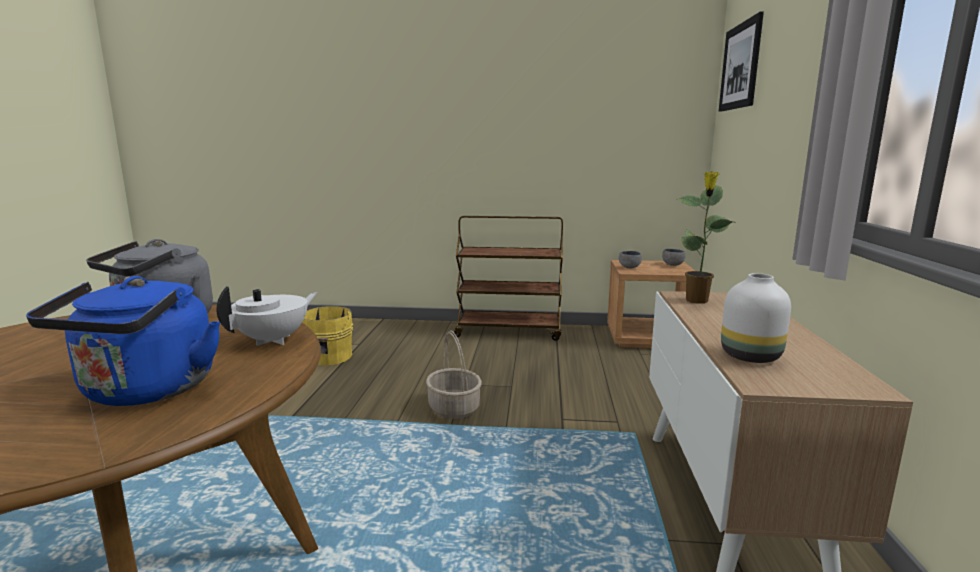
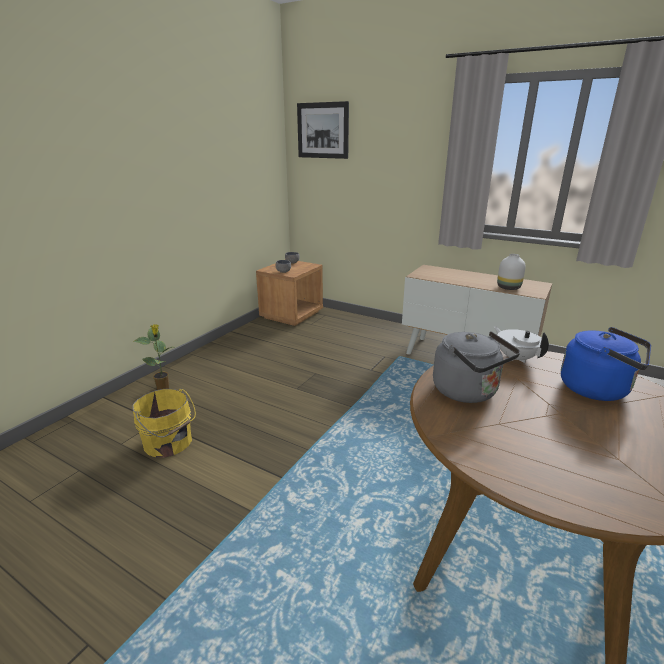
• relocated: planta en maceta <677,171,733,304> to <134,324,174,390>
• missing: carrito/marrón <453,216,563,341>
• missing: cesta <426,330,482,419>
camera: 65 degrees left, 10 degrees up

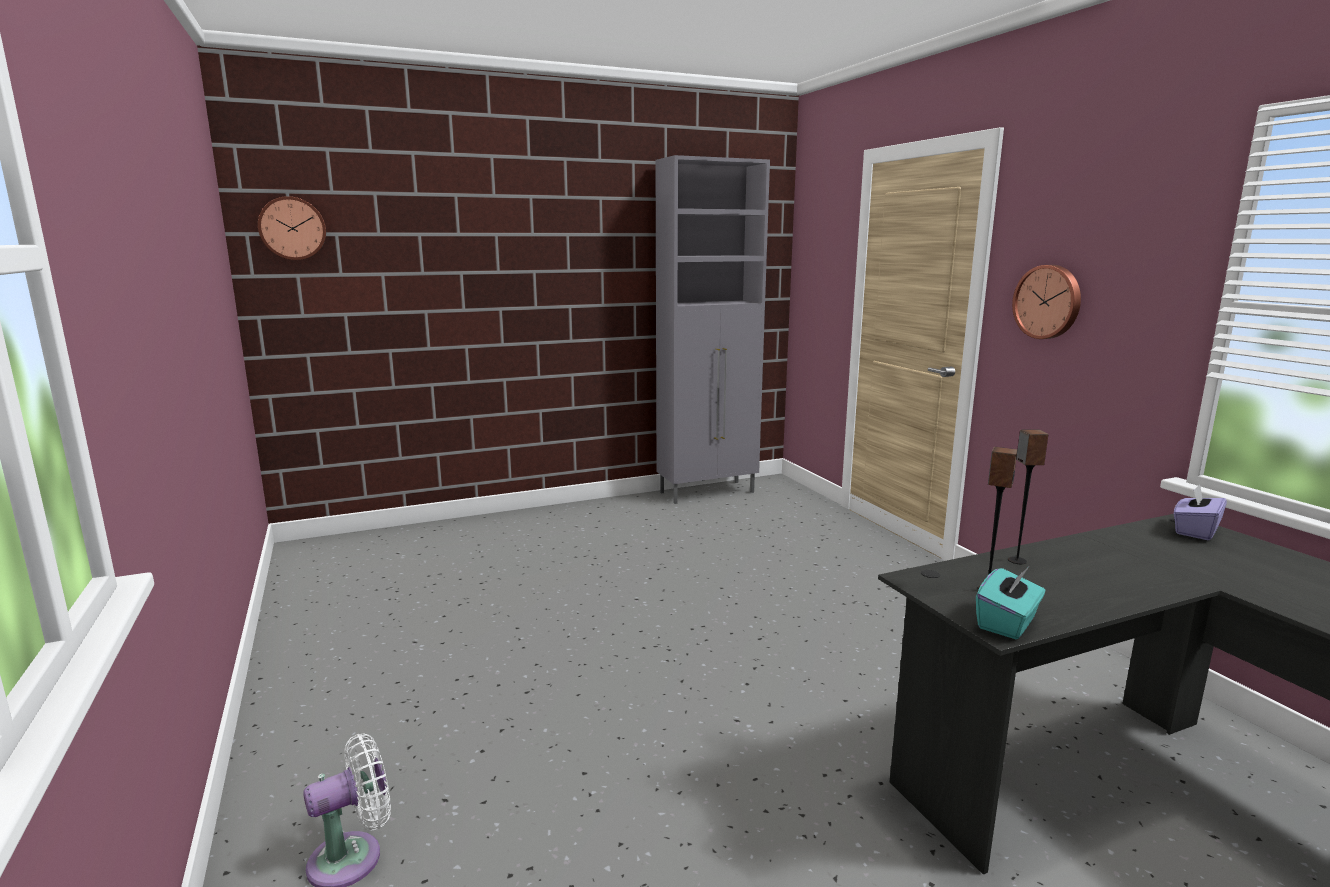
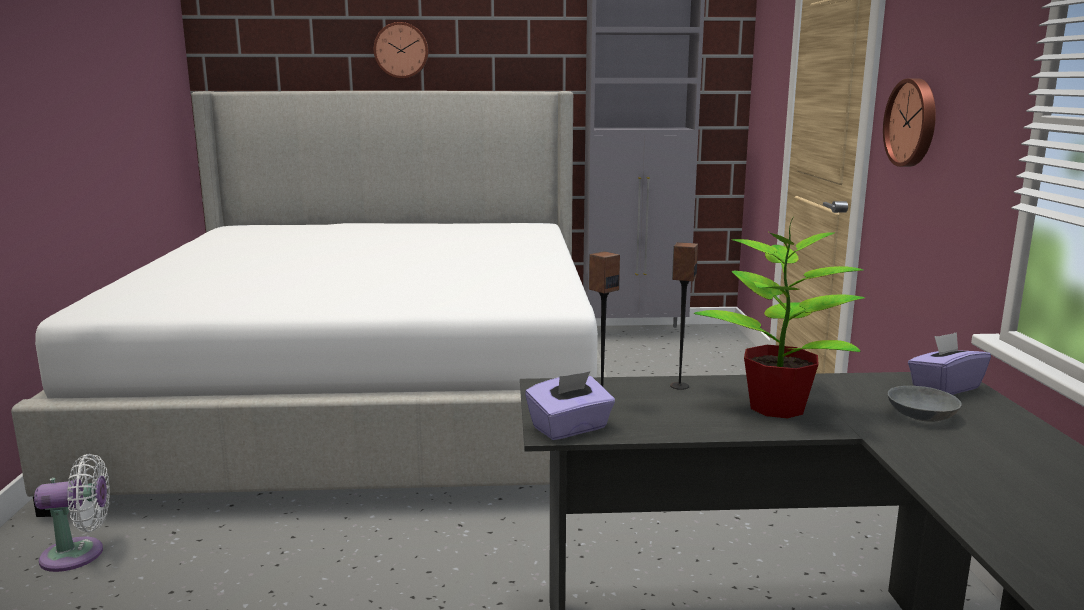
• relocated: reloj de pared <258,196,326,260> to <374,22,429,79>
• colour: caja de pañuelos/turquesa <976,567,1045,639> to caja de pañuelos/morado <525,371,615,440>
• appeared: cama <11,91,608,517>
• appeared: planta en maceta <694,218,865,418>
• appeared: cuenco/gris <888,386,962,422>
camera: 20 degrees right, 0 degrees up

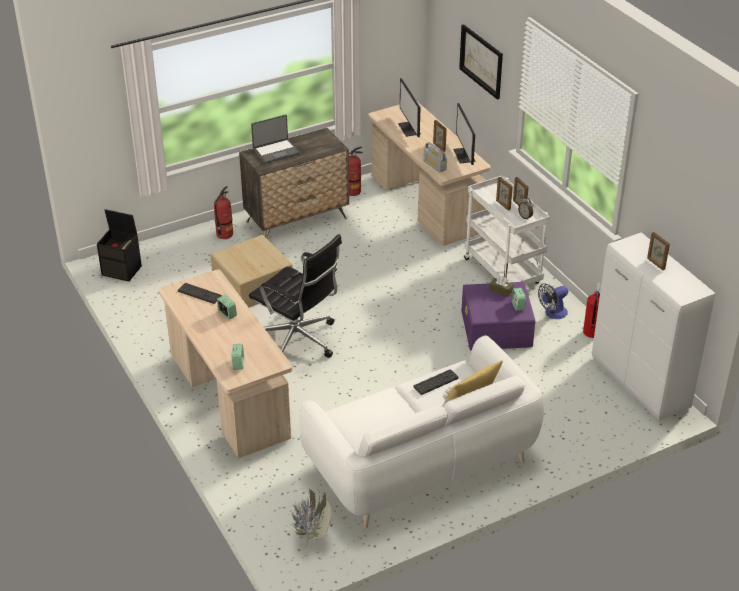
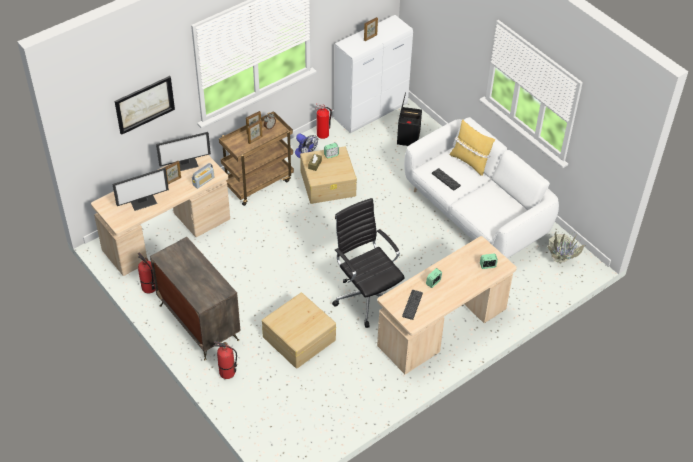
• missing: portátil <251,114,300,164>
• colour: carrito/blanco <464,175,550,285> to carrito/marrón <219,111,294,206>
• relocated: caja de almacenaje/negro <97,209,142,282> to <397,92,422,146>
• spun: silla de oficina/negro <249,234,342,358> = <332,198,405,328> 60 degrees counterclockwise
• colour: caja de almacenaje/morado <462,282,536,350> to caja de almacenaje/beis <300,147,357,204>
camera: 100 degrees left, 10 degrees up

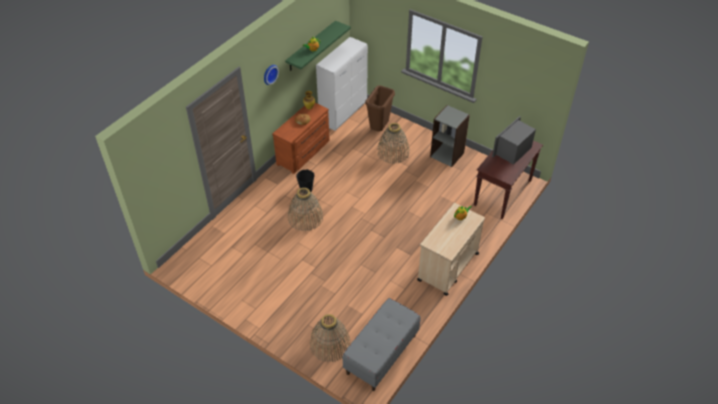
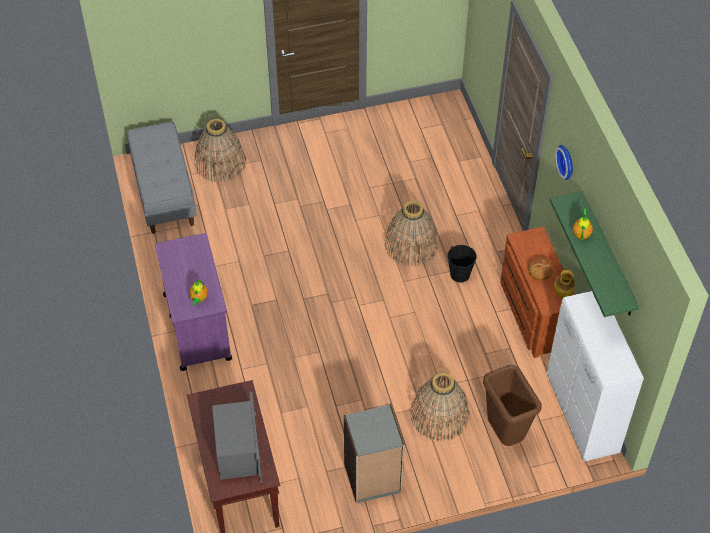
• colour: carrito/beis <417,203,485,296> to carrito/morado <155,233,232,371>
camera: 130 degrees right, 5 degrees up

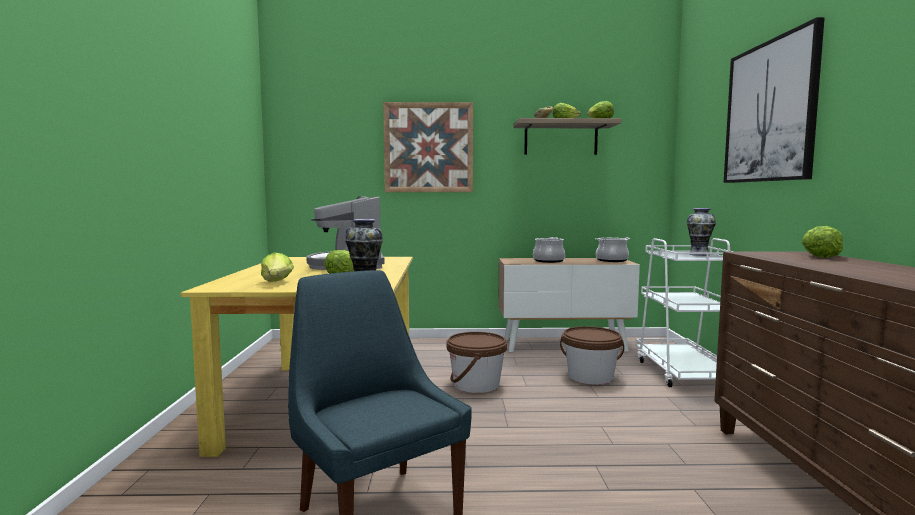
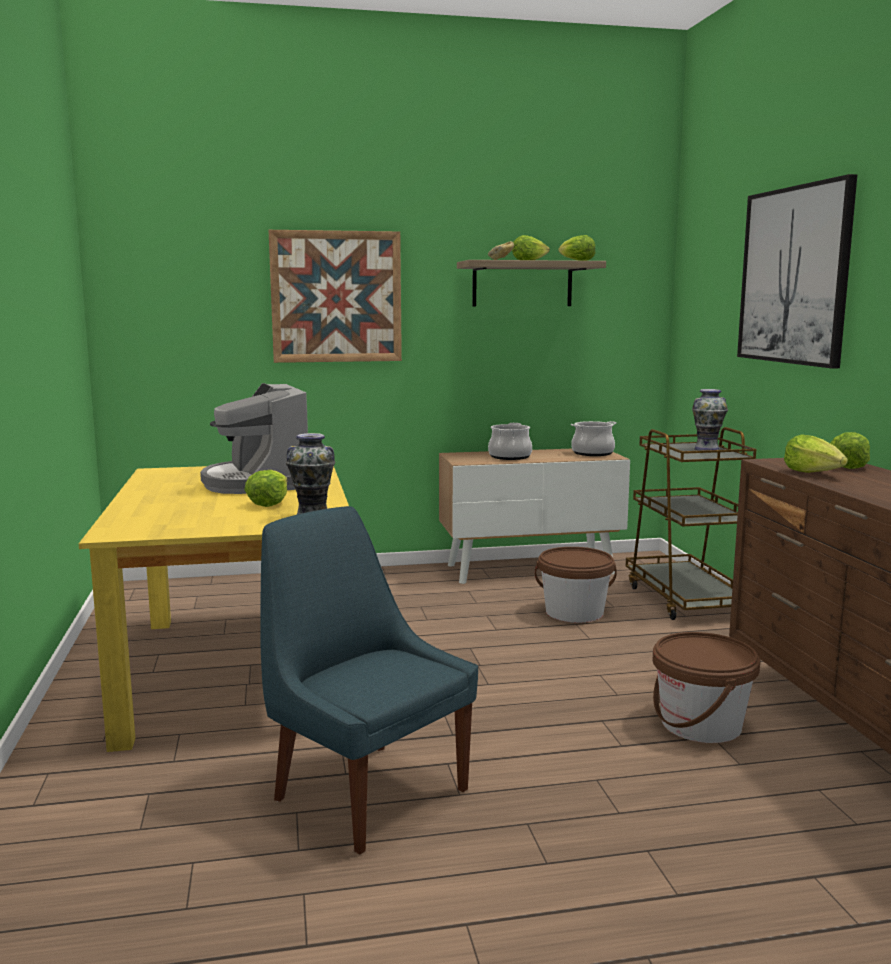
• colour: carrito/blanco <636,238,735,387> to carrito/marrón <626,427,756,620>
• relocated: lechuga <261,252,294,282> to <784,434,848,473>
• relocated: cubo/marrón <447,332,507,393> to <652,632,760,743>
camera: 10 degrees left, 5 degrees up

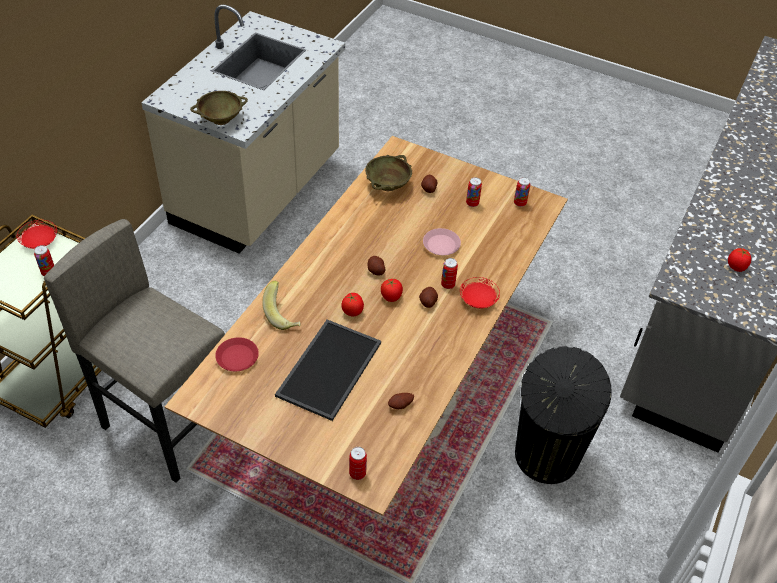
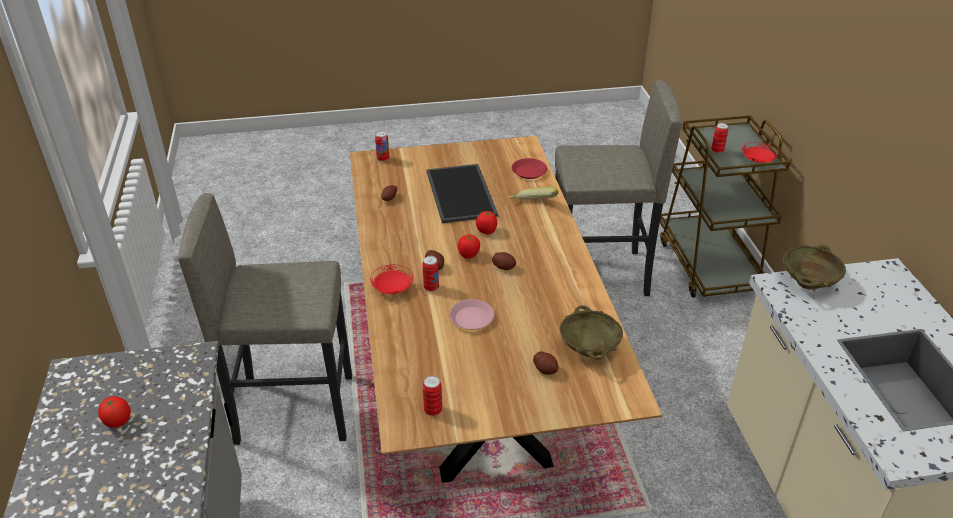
• missing: lata <466,177,482,207>
• exchanged: papelera/negro <515,346,612,484> to taburete/gris <178,193,352,445>
camera: 145 degrees right, 10 degrees down

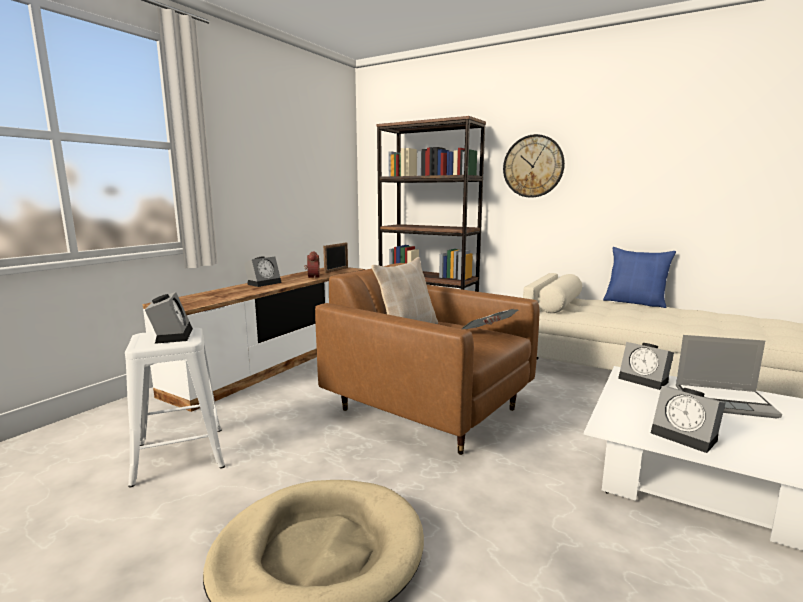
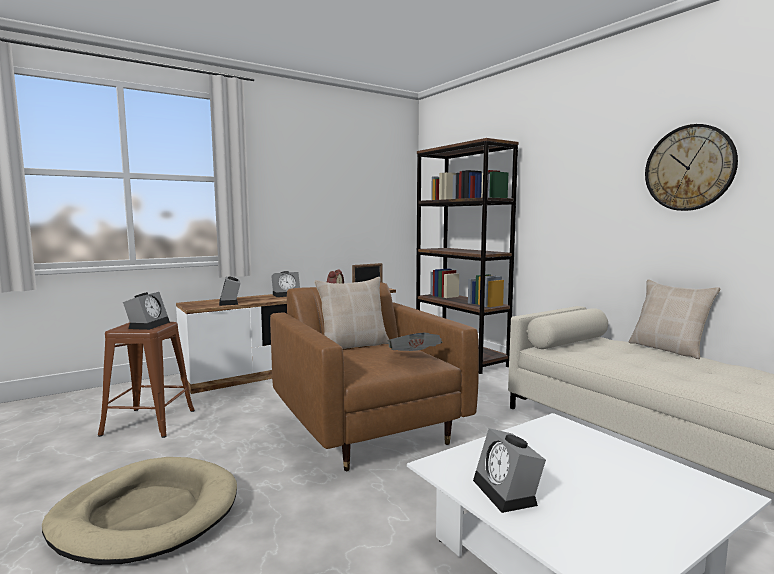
• relocated: reloj de pared <503,134,565,198> to <645,124,738,211>
• colour: cojín/azul <603,247,676,308> to cojín/beis <629,279,720,359>
• colour: taburete/blanco <125,328,225,487> to taburete/marrón <98,322,195,438>
• missing: portátil <676,335,782,418>
• relocated: despertador <618,342,674,390> to <219,277,241,306>
camera: 25 degrees right, 5 degrees down

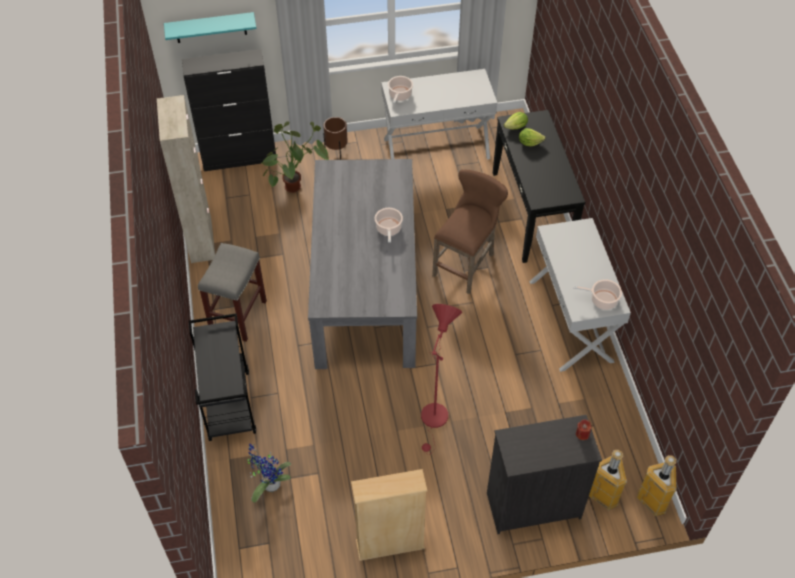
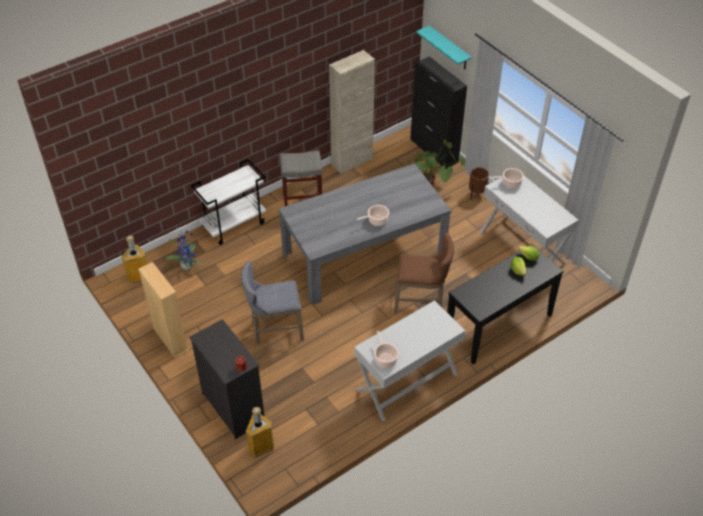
• exchanged: lámpara de pie/rojo <421,304,462,455> to taburete/gris <241,261,304,345>
• colour: carrito/negro <189,313,256,441> to carrito/blanco <191,159,266,245>
• relocated: papelera <637,455,676,516> to <121,235,147,285>
camera: 65 degrees right, 5 degrees down

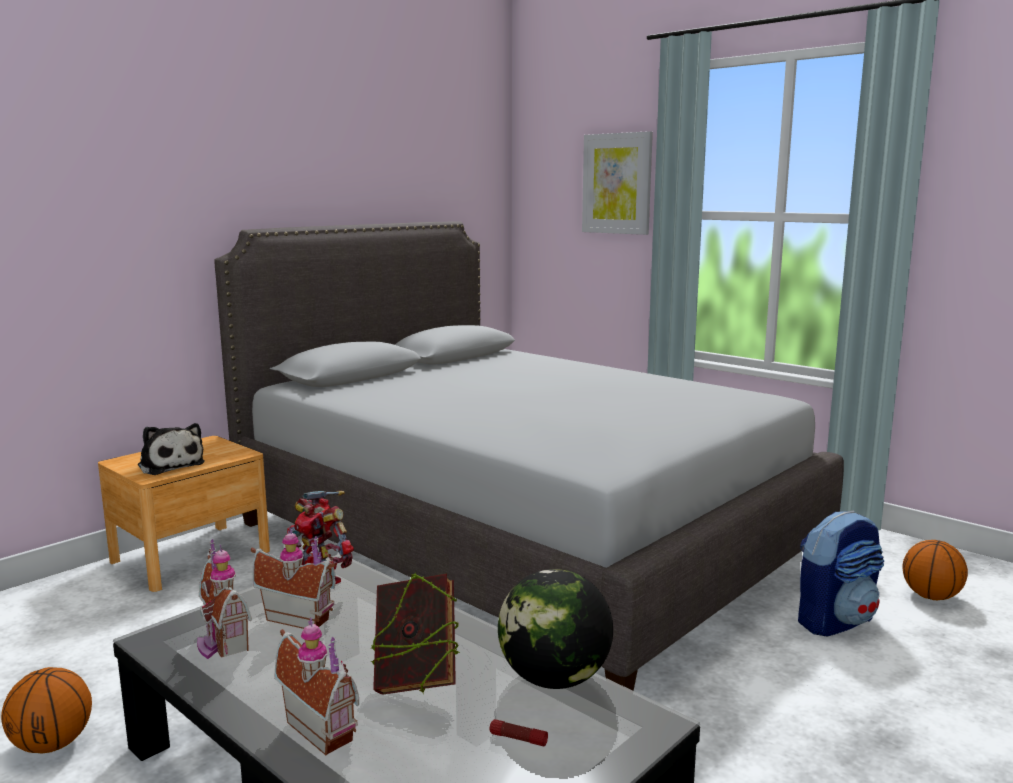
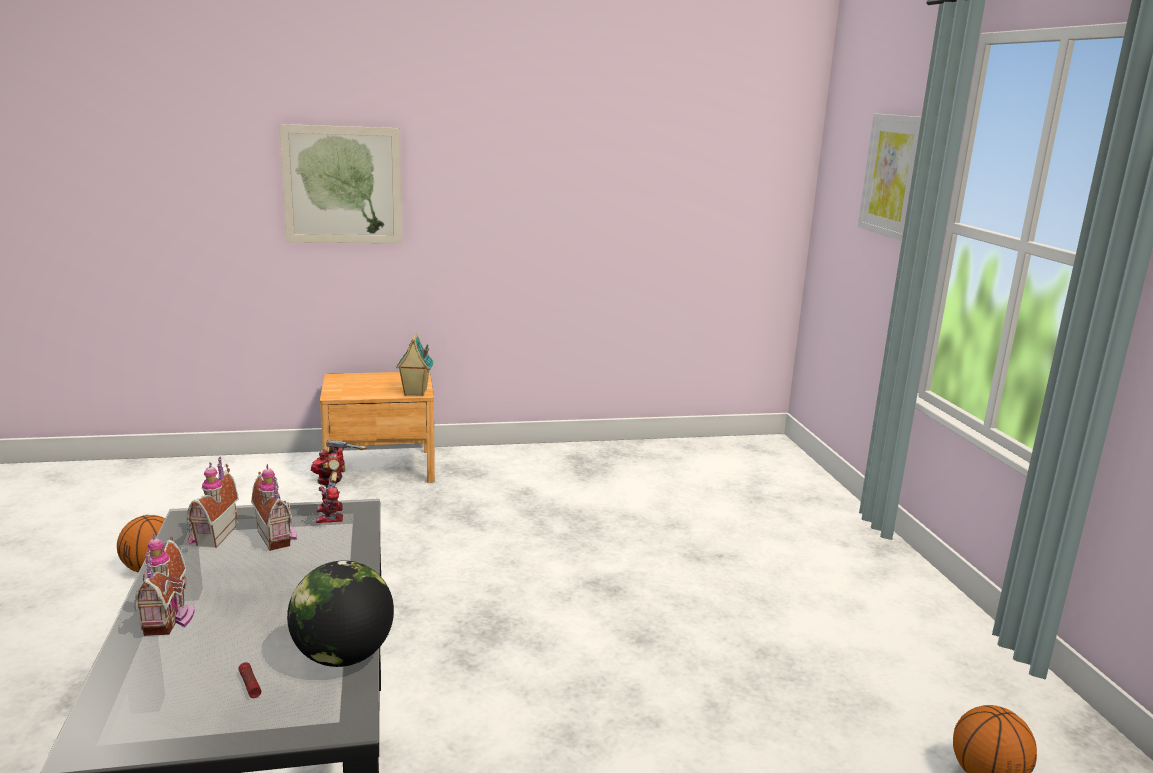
• missing: cama/gris <214,221,844,691>
• missing: peluche <138,423,204,475>
• missing: mochila <798,511,884,636>
• missing: libro <371,572,460,695>
• appeared: cuadro <279,124,402,243>
• appeared: casita <396,333,434,396>
camera: 35 degrees right, 5 degrees up

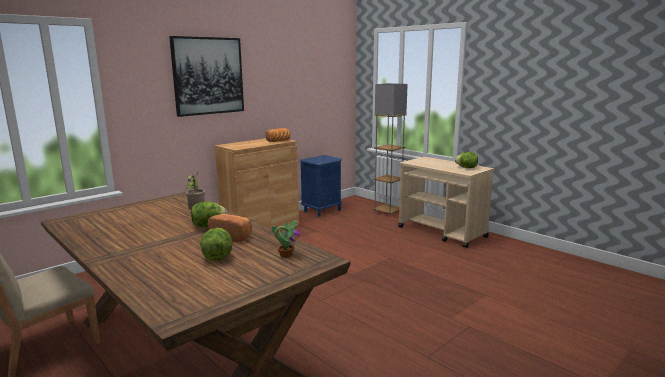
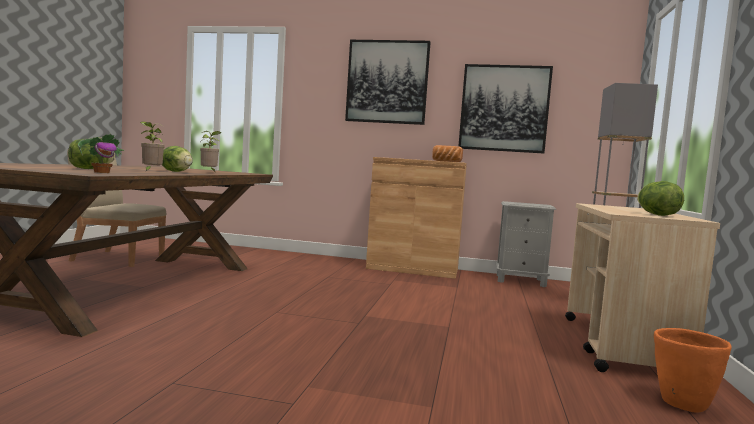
• colour: mesita de noche/azul <300,155,342,217> to mesita de noche/gris <496,201,556,287>
• exchanged: pan <208,214,252,242> to planta en maceta <140,122,164,172>
• appeared: cuadro <458,64,553,153>
• appeared: maceta/naranja <654,328,732,413>
camera: 55 degrees right, 10 degrees down

